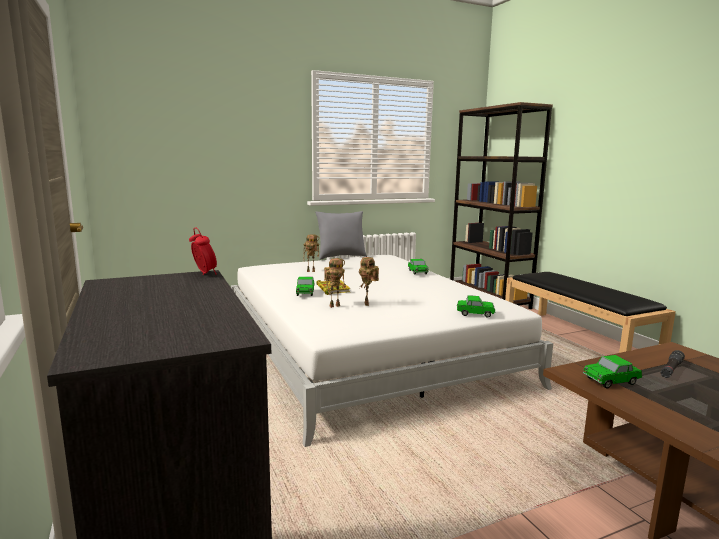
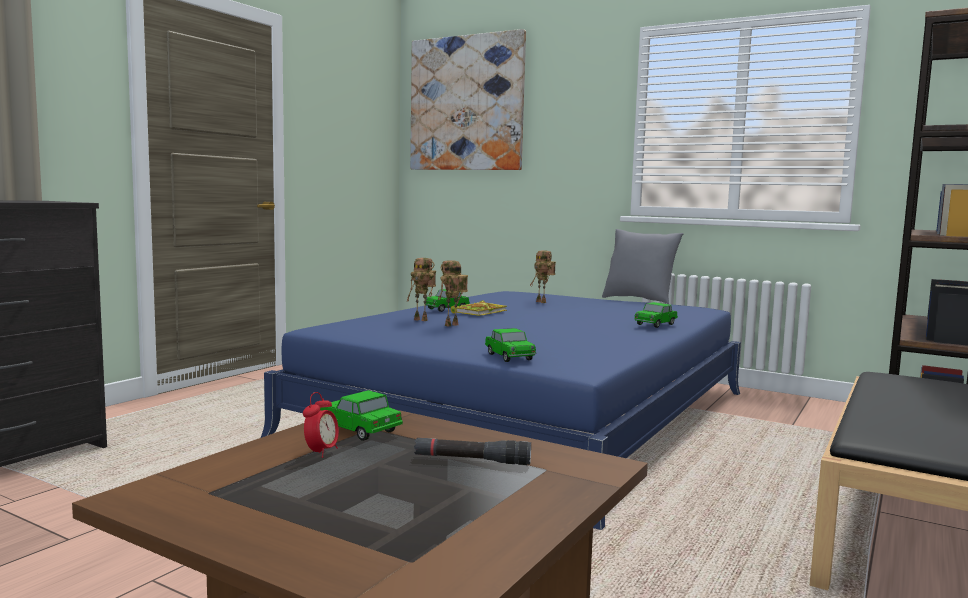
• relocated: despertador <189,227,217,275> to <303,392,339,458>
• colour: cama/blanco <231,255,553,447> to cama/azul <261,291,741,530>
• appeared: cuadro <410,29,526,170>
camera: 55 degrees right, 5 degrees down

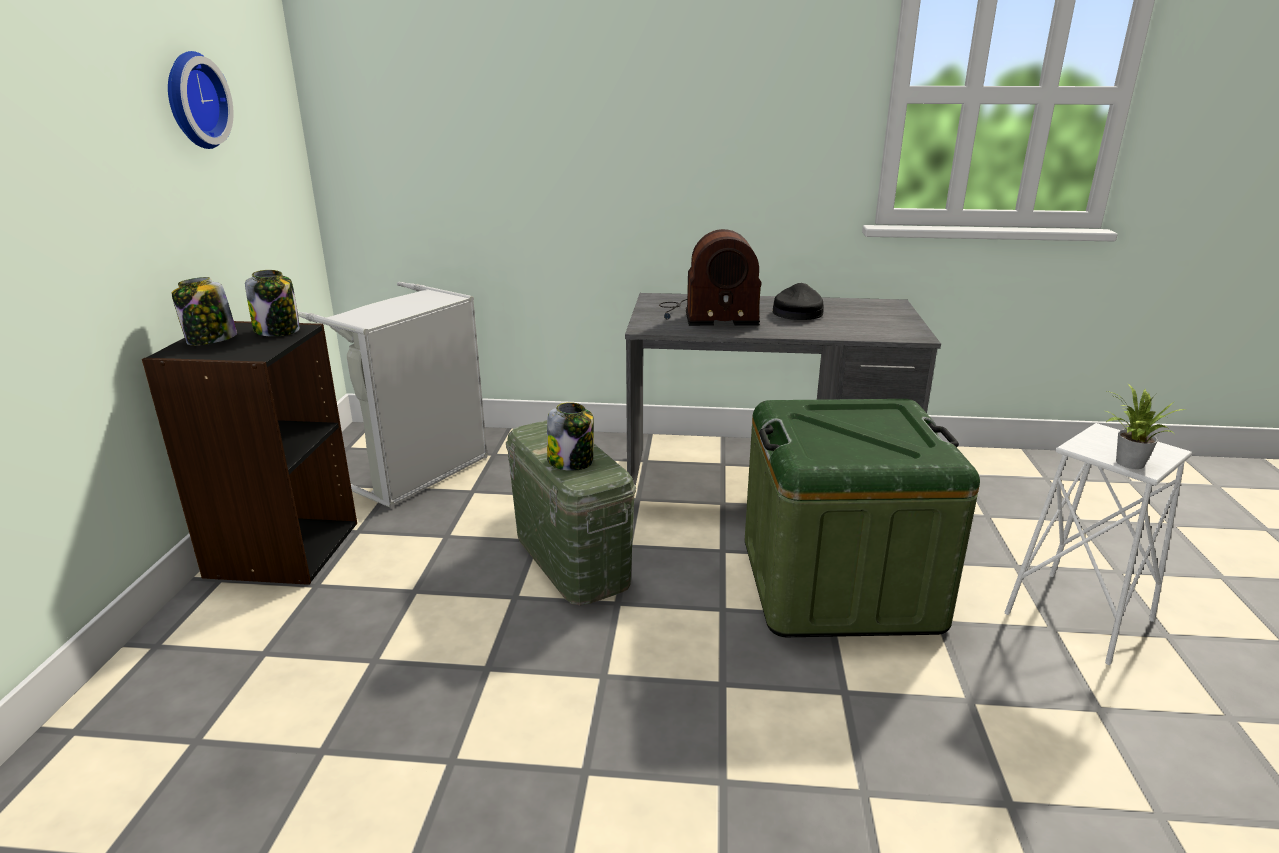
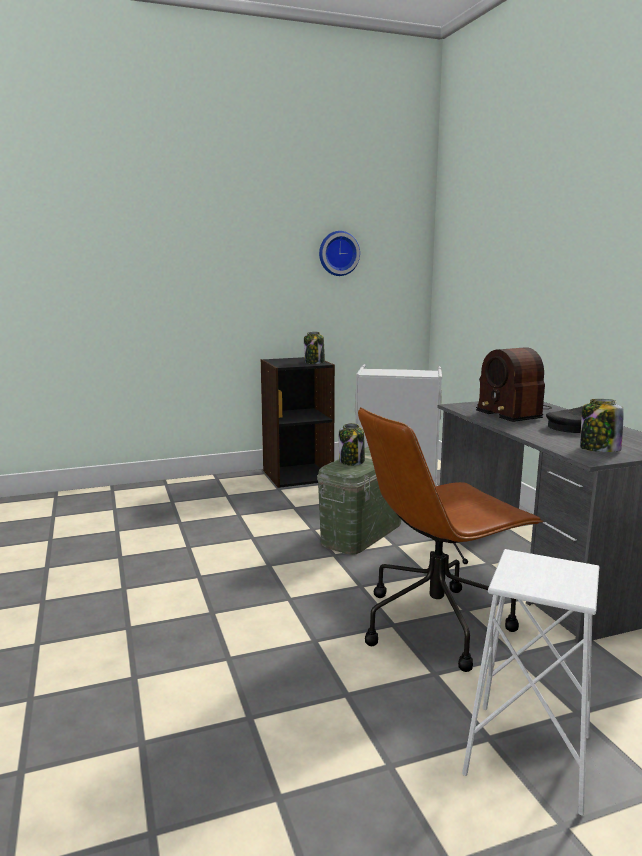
• relocated: tarro <172,277,237,345> to <580,399,624,452>
• missing: planta en maceta <1106,383,1186,469>
• exchanged: caja de almacenaje/verde <745,399,980,637> to silla de oficina/marrón <358,407,543,672>
camera: 65 degrees right, 10 degrees down

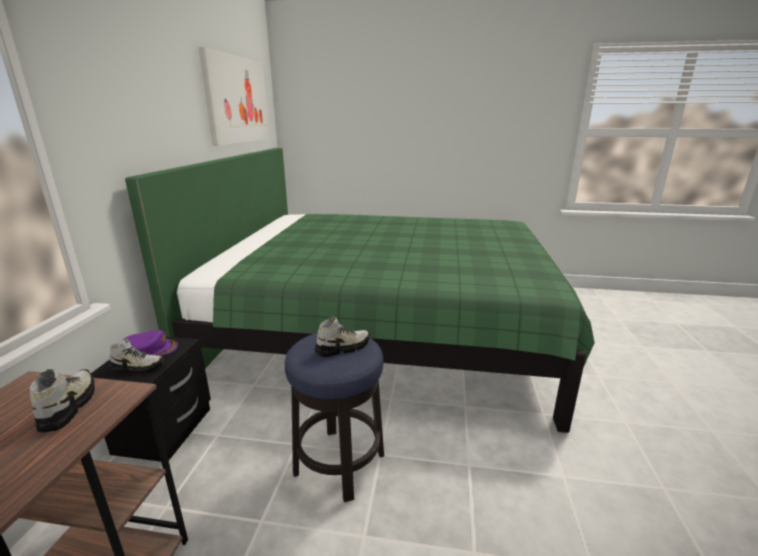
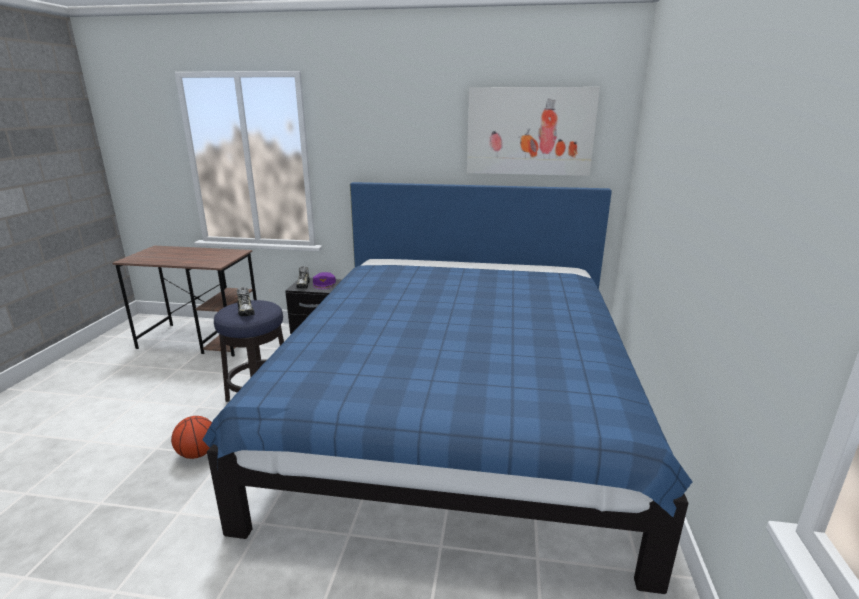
• colour: cama/verde <125,148,595,433> to cama/azul <203,182,692,594>
• missing: zapato <29,369,95,432>
• appeared: balón de baloncesto <171,416,212,459>
camera: 90 degrees right, 0 degrees up

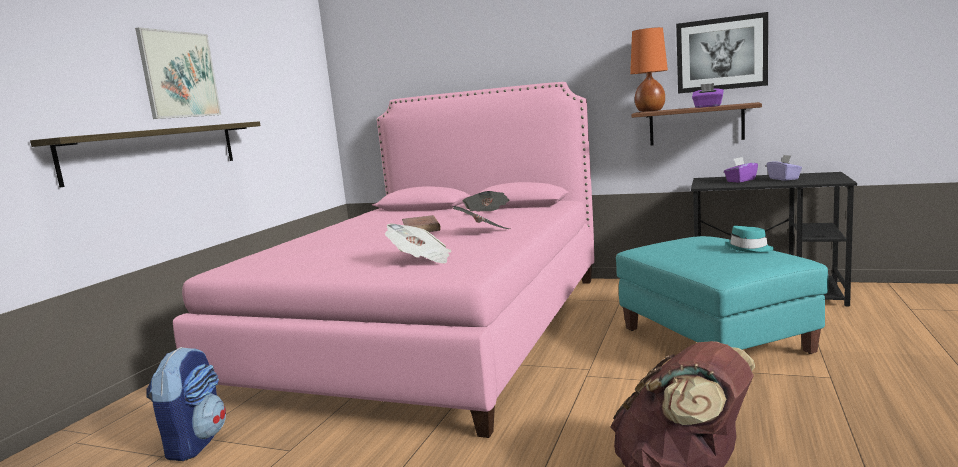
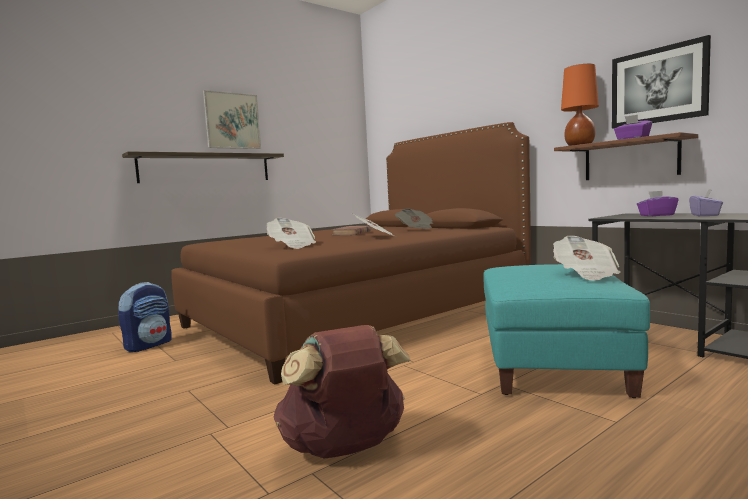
• colour: cama/rosa <173,82,594,438> to cama/marrón <171,122,531,385>
• exchanged: sombrero/turquesa <726,226,774,253> to periódico <553,236,621,281>
camera: 30 degrees right, 5 degrees down

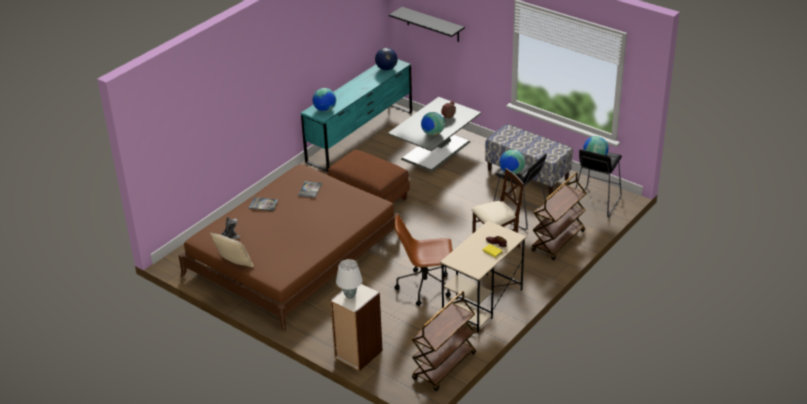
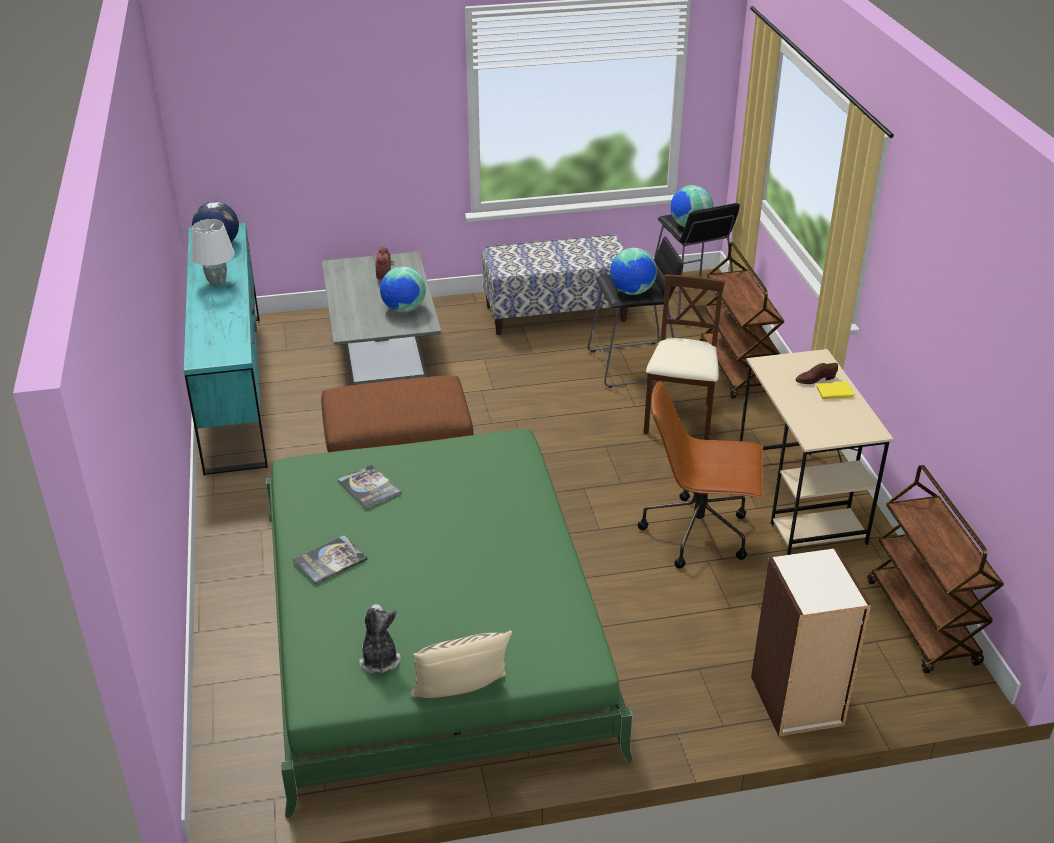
• missing: estante/negro <389,7,465,42>
• missing: globo terráqueo <313,88,336,112>
• colour: cama/marrón <179,164,401,331> to cama/verde <266,429,634,818>
• spun: silla de oficina/marrón <394,214,453,306> = <638,380,763,569> 60 degrees clockwise
• relocated: lámpara de mesa/blanco <336,259,363,299> to <191,219,235,286>
camera: 50 degrees left, 0 degrees up

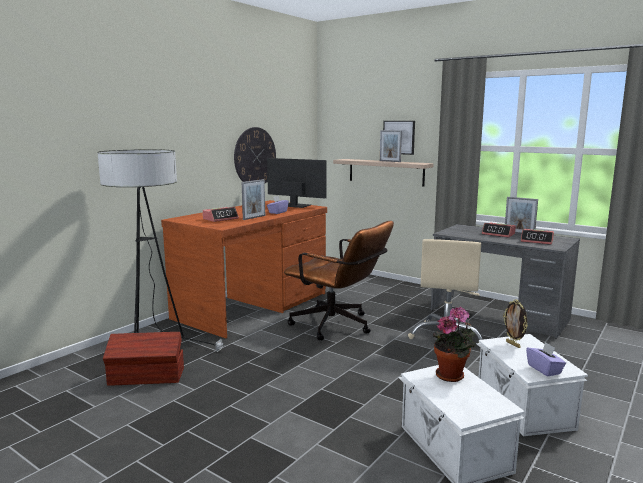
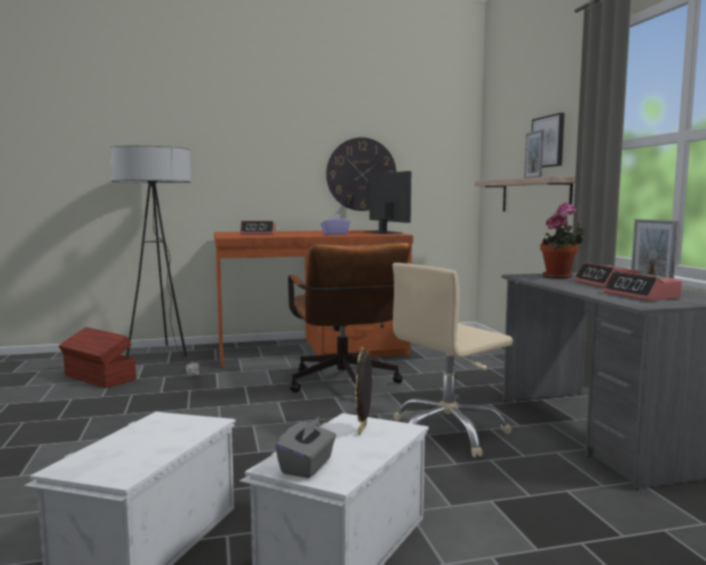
• missing: portarretratos <242,179,265,220>
• relocated: planta en maceta <433,307,475,382> to <540,202,585,279>
• colour: caja de pañuelos/morado <526,342,566,376> to caja de pañuelos/gris <275,417,336,478>
camera: 40 degrees right, 5 degrees down

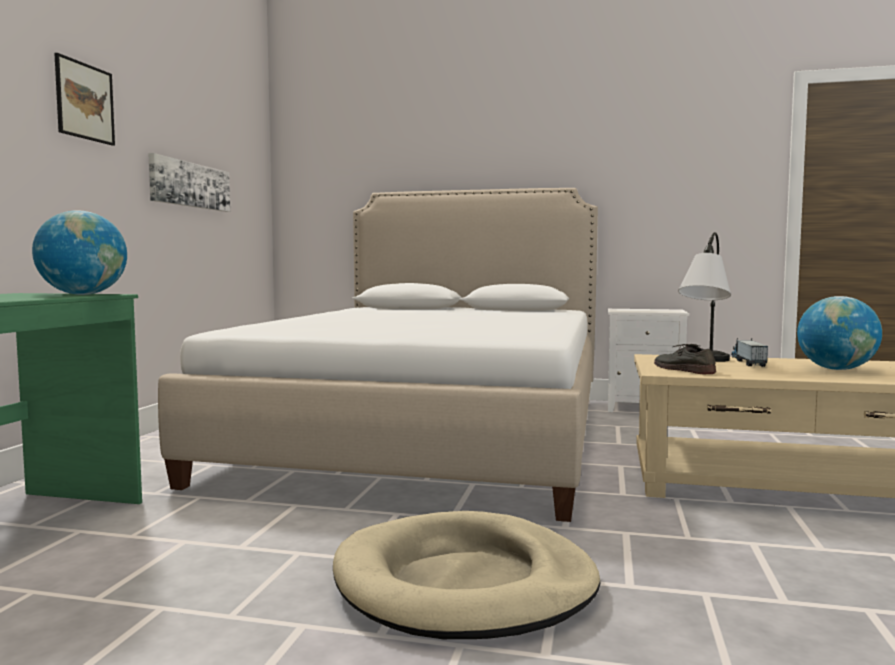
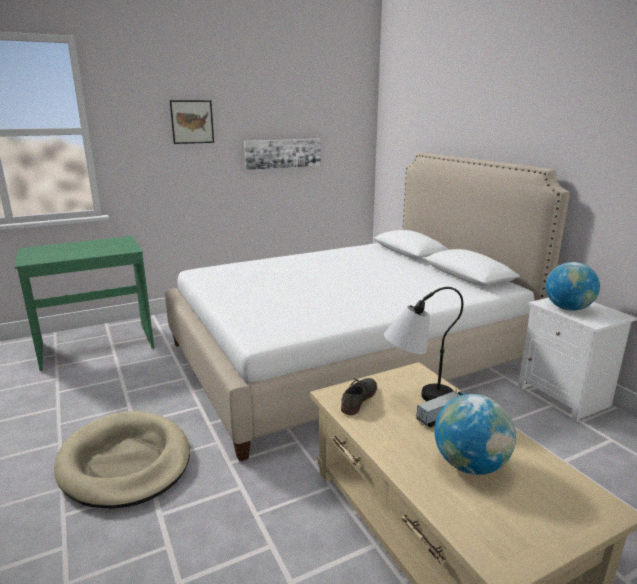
• relocated: globo terráqueo <32,210,127,295> to <546,262,600,311>
camera: 50 degrees right, 15 degrees up

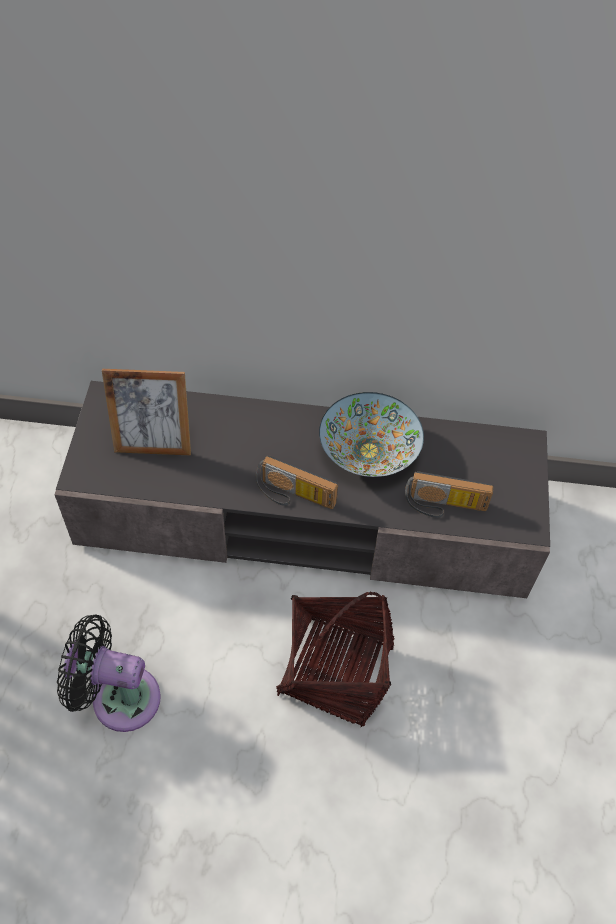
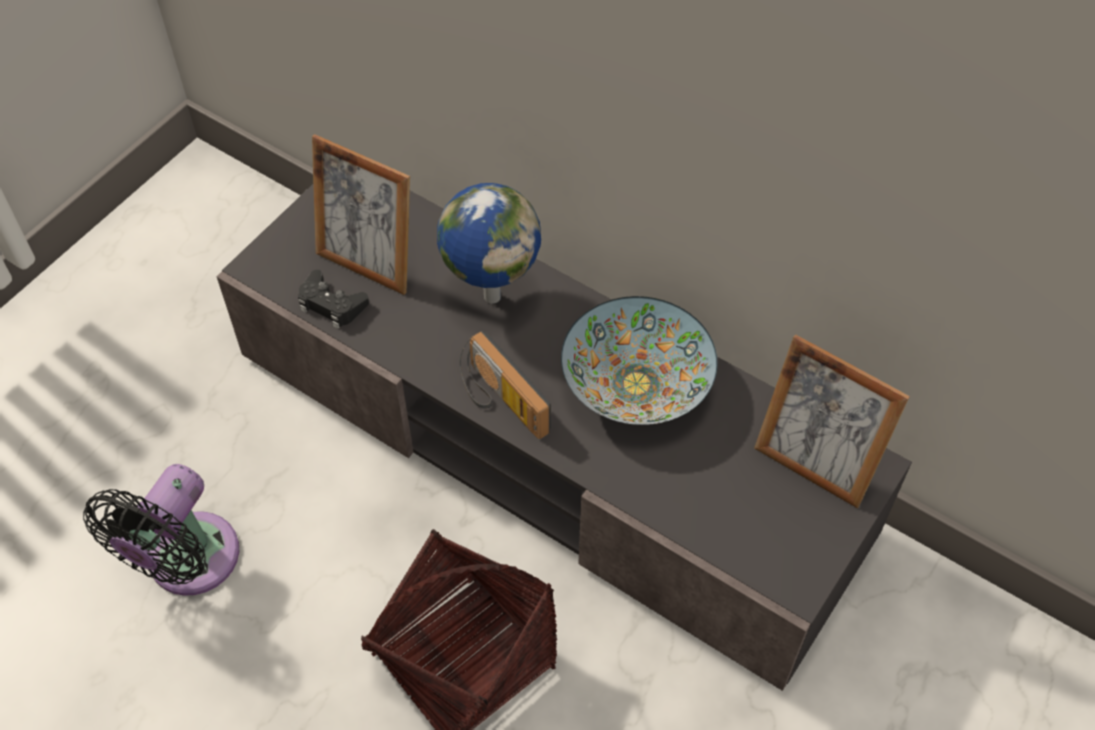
• missing: radio <405,471,494,518>
• spun: ventilador/negro <57,614,161,732> = <83,464,239,596> 105 degrees counterclockwise
• appeared: globo terráqueo <437,183,541,303>
• appeared: mando de consola/negro <298,270,369,329>
• appeared: portarretratos <754,334,910,508>
camera: 30 degrees right, 0 degrees up

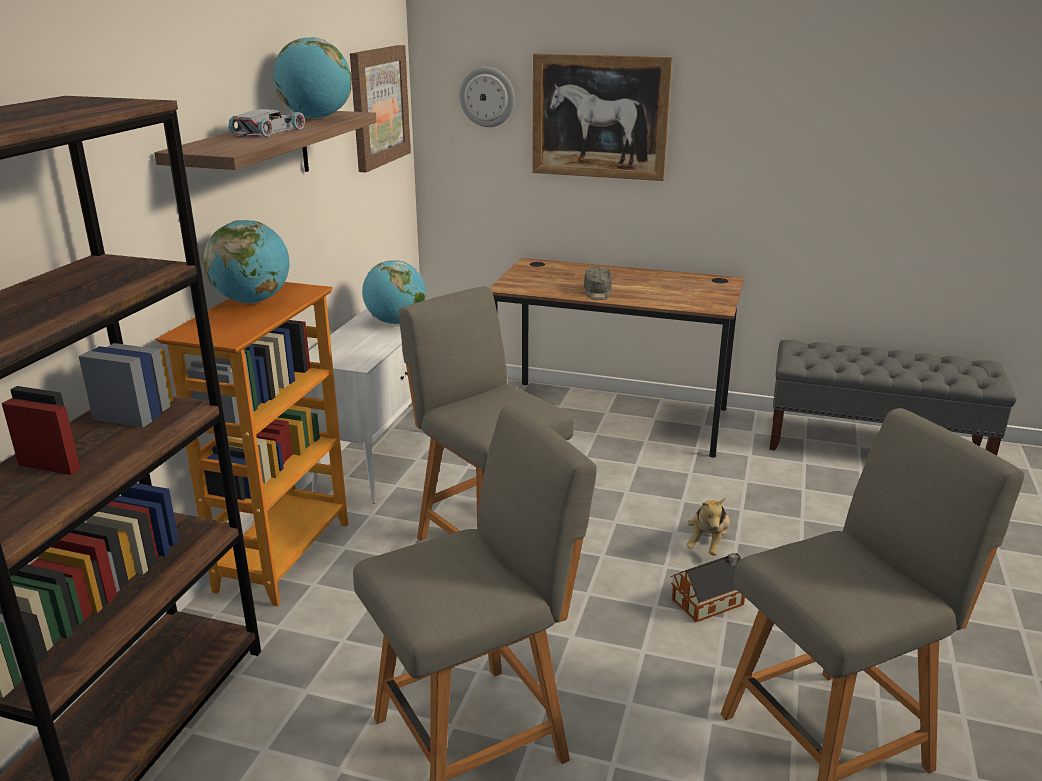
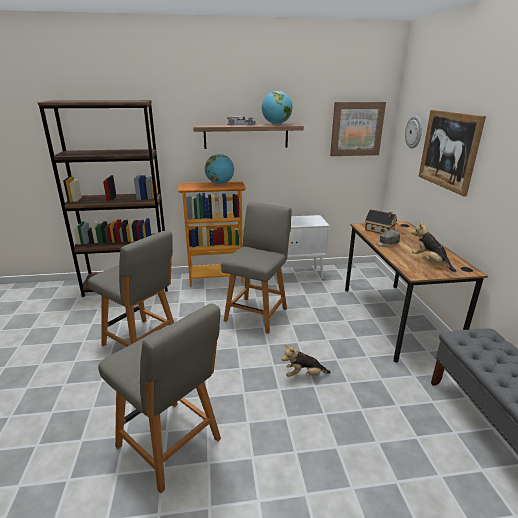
• missing: globo terráqueo <362,260,426,324>
• relocated: casita <671,553,745,623> to <365,209,397,234>
• appeared: peluche <411,221,456,272>
camera: 65 degrees right, 0 degrees up

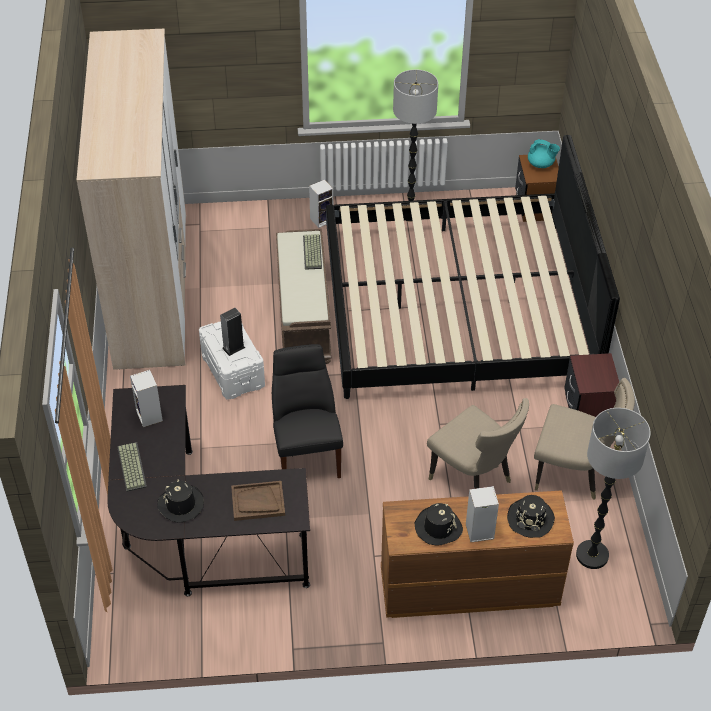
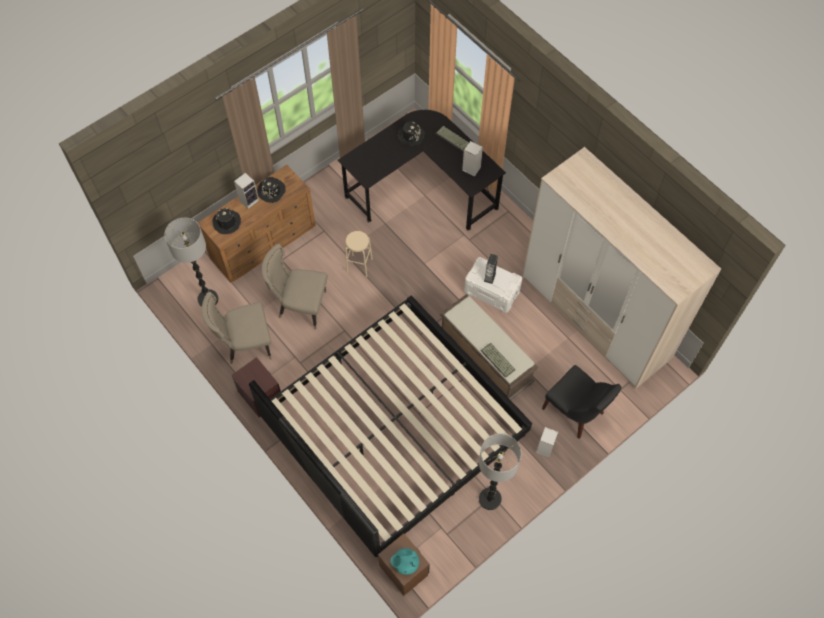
• relocated: silla/negro <272,344,343,478> to <542,365,622,439>
• missing: bandeja/marrón <231,481,285,521>
• appeared: taburete/beis <345,231,373,277>
camera: 145 degrees right, 15 degrees up

